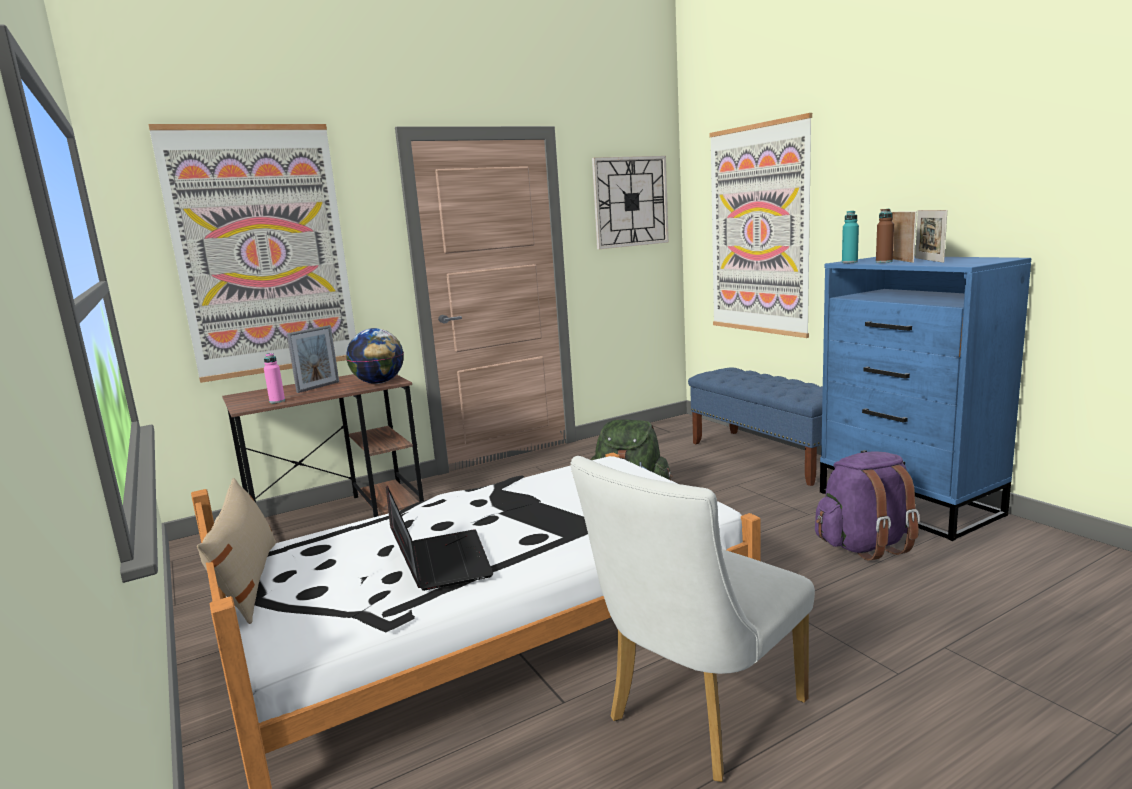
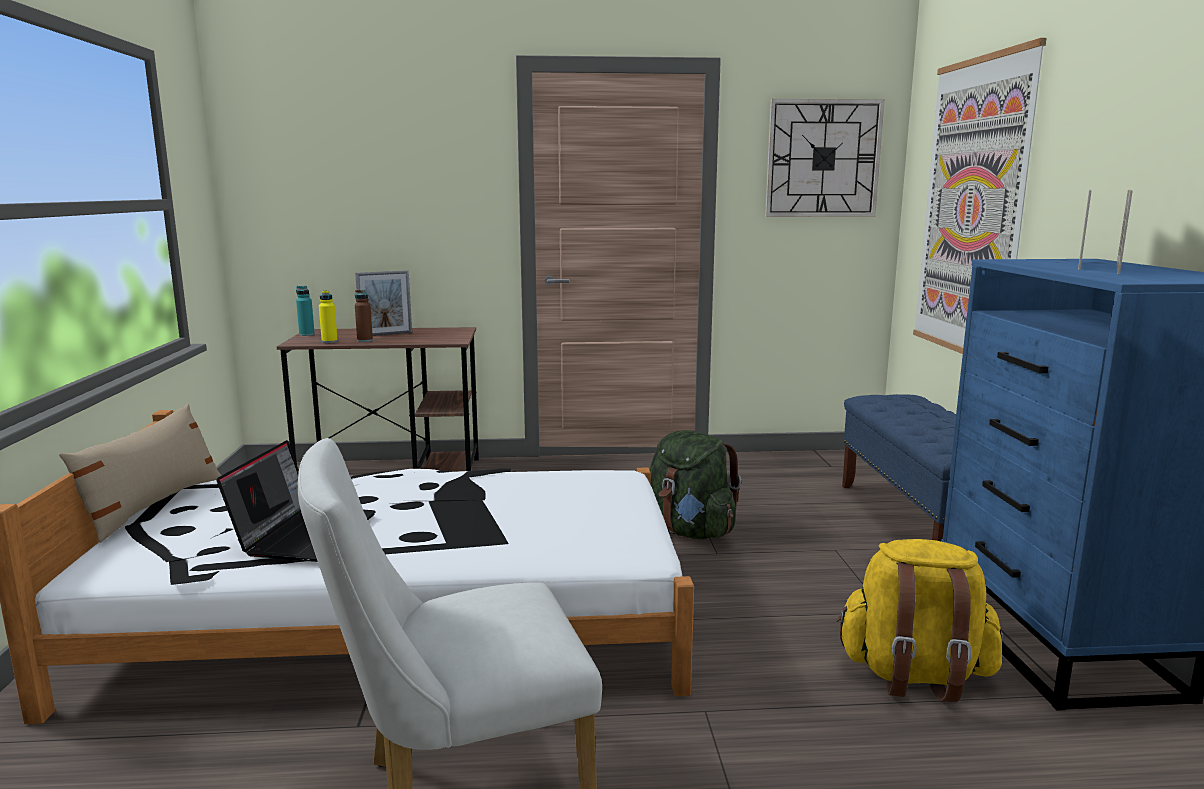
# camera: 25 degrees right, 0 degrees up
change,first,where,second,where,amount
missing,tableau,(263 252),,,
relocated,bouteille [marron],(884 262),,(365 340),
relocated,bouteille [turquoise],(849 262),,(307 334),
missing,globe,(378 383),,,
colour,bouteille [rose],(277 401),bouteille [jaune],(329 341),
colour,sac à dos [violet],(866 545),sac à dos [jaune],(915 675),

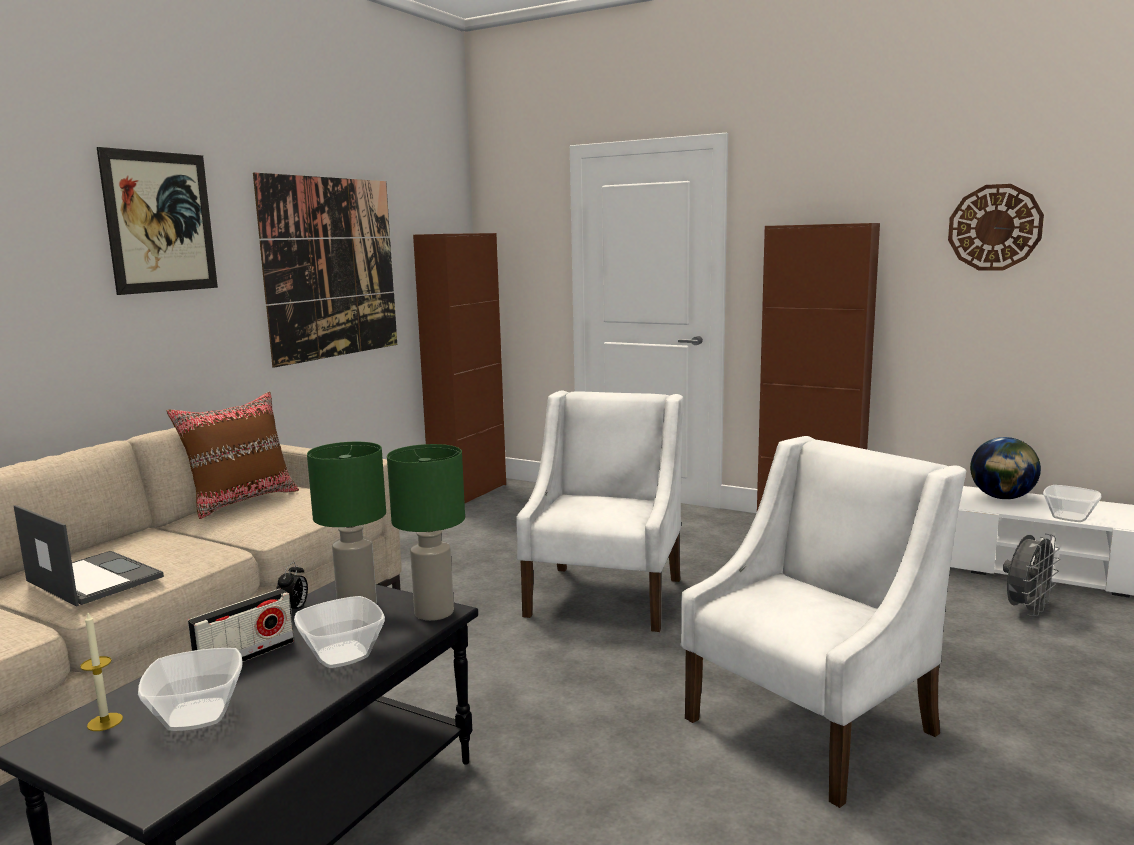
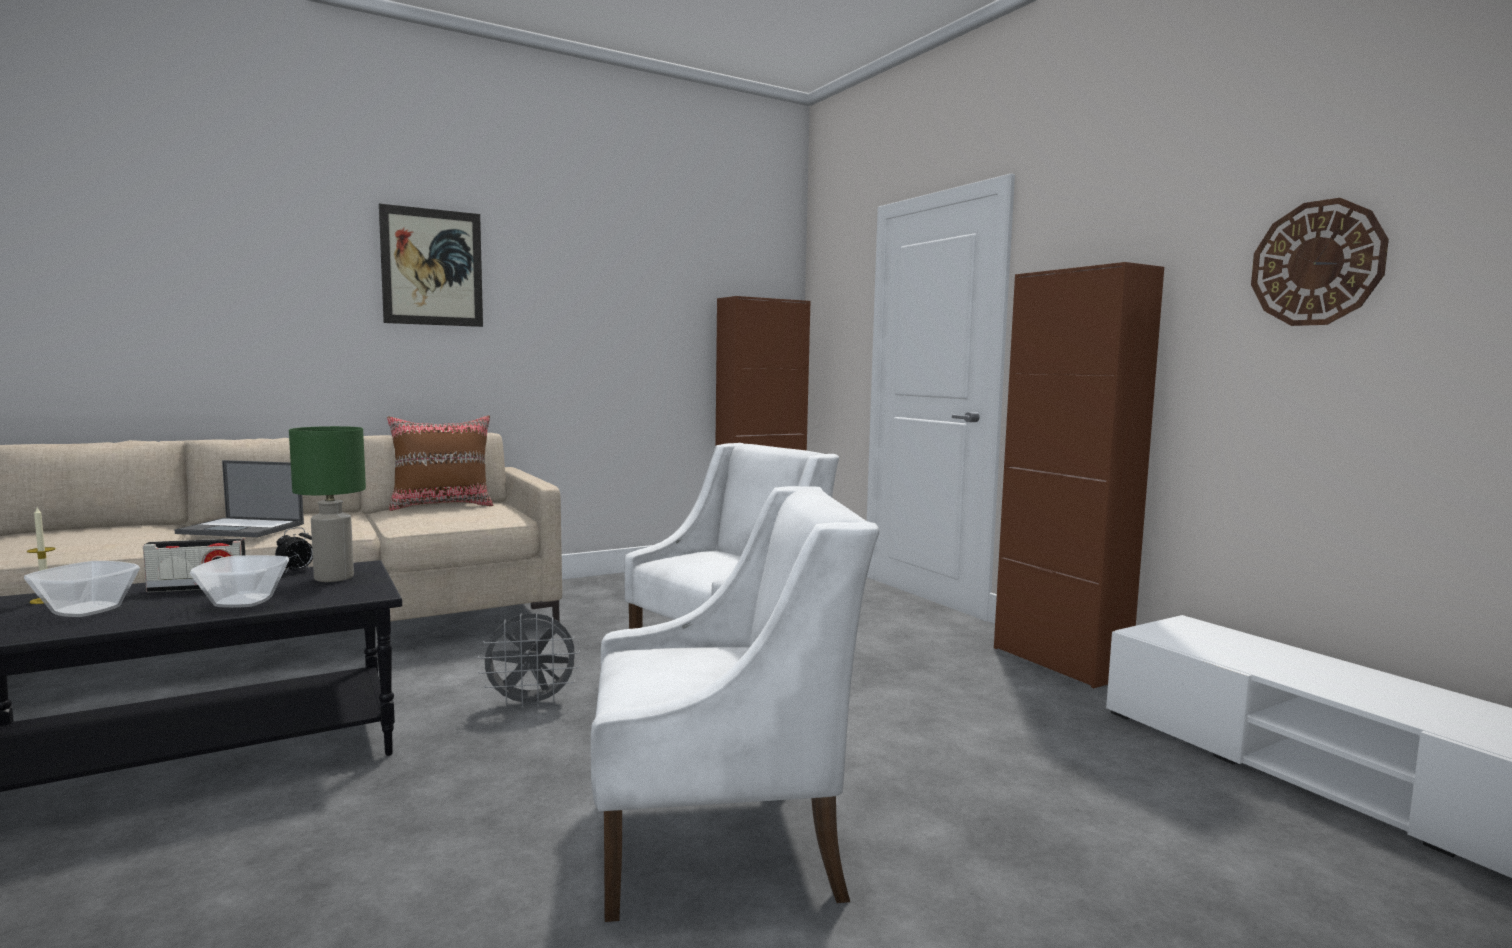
# camera: 30 degrees right, 5 degrees down
change,first,where,second,where,amount
missing,tableau,(332 268),,,
missing,globe,(1002 498),,,
missing,lampe de table [vert],(434 612),,,
missing,bol,(1068 516),,,
spun,ordinateur portable,(93 579),,(243 529),120 degrees clockwise
relocated,ventilateur [gris],(1026 610),,(532 703),

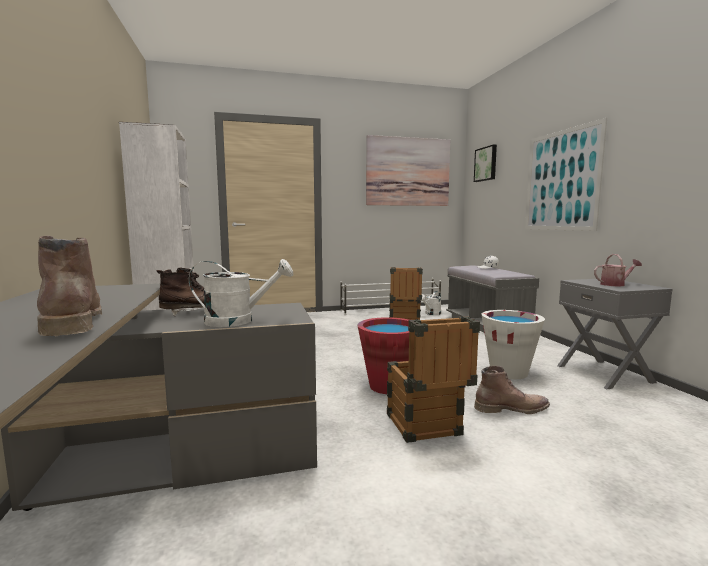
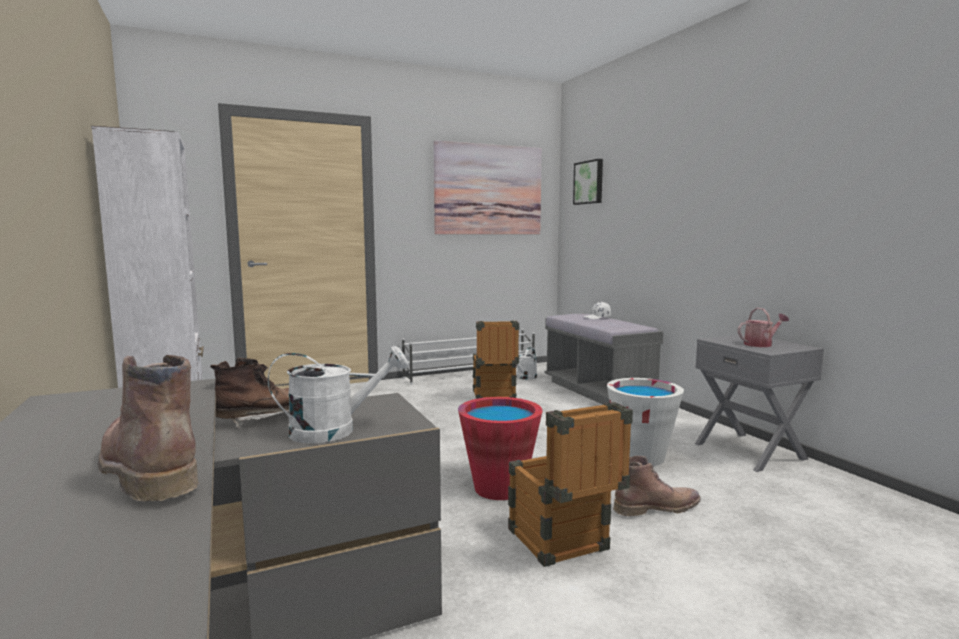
# camera: 10 degrees left, 0 degrees up
change,first,where,second,where,amount
missing,tableau,(561 180),,,

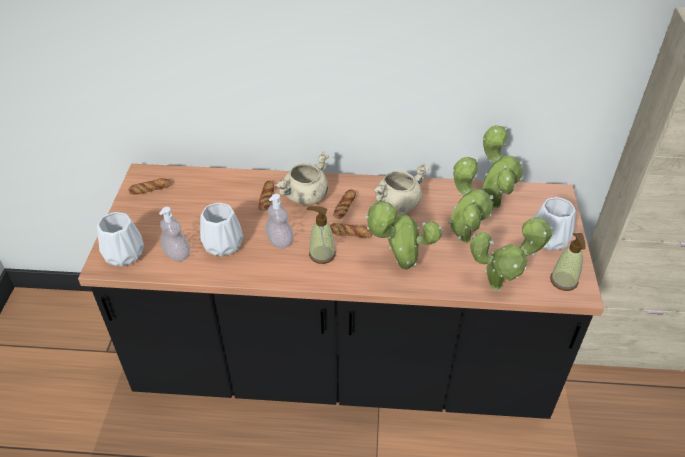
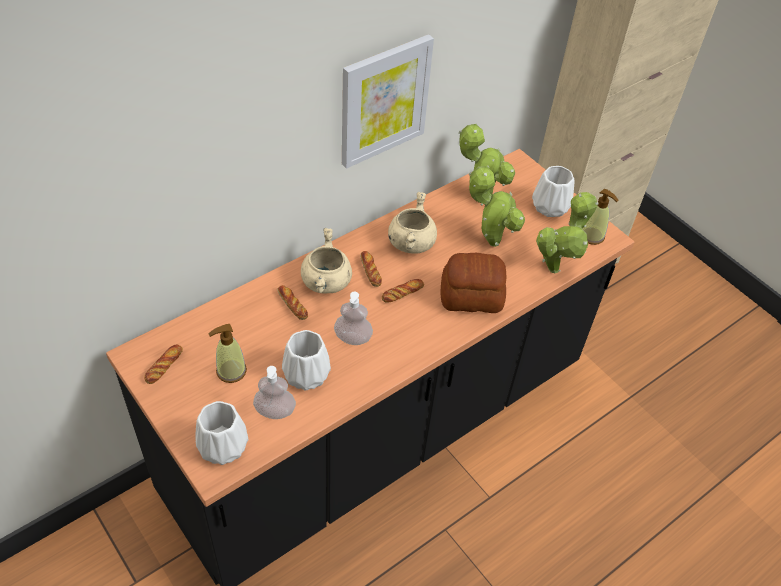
# camera: 45 degrees left, 5 degrees up
change,first,where,second,where,amount
exchanged,plante en pot,(400 266),pain,(472 297),
relocated,distributeur de savon,(322 254),,(231 371),
appeared,,,tableau,(383 100),

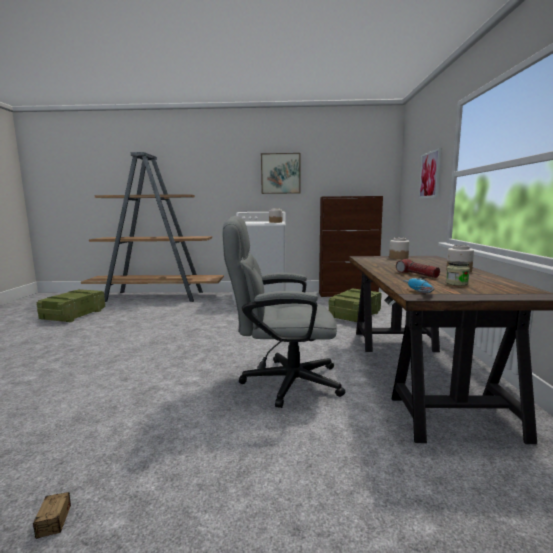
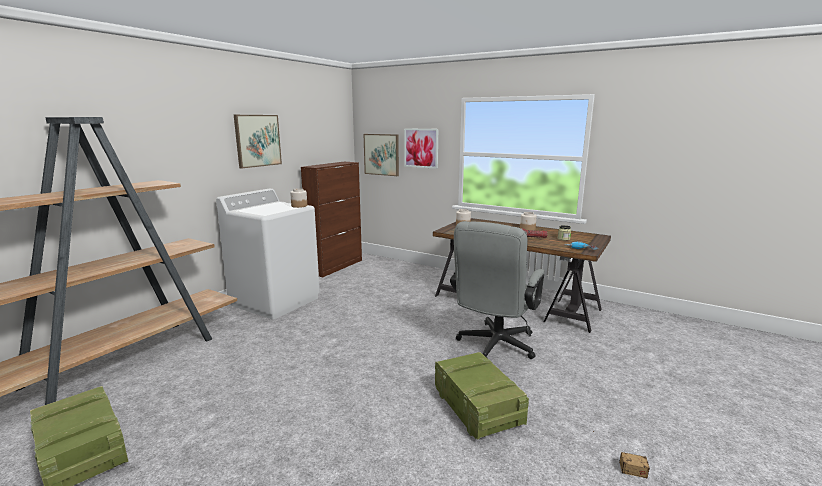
# camera: 60 degrees left, 5 degrees up
change,first,where,second,where,amount
relocated,caisse,(355 315),,(478 408),
appeared,,,tableau,(381 154),

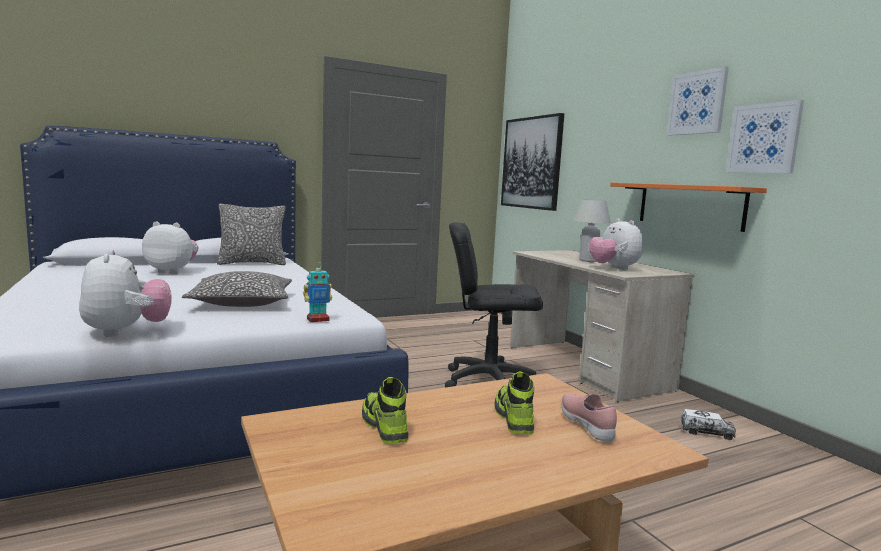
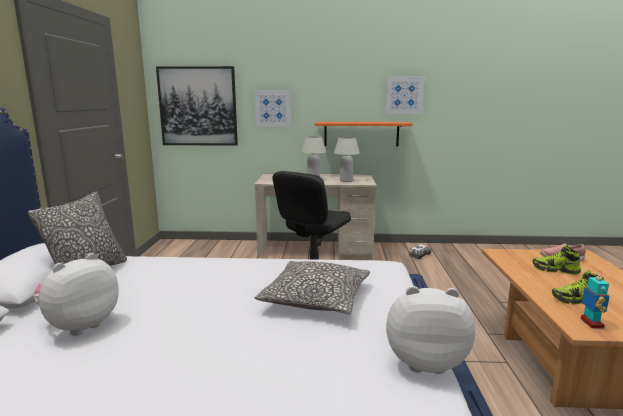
# camera: 60 degrees left, 5 degrees up
change,first,where,second,where,amount
relocated,tableau,(697 103),,(273 108),
exchanged,peluche,(613 268),lampe de table [blanc],(346 181),
relocated,robot jouet,(318 320),,(591 323),

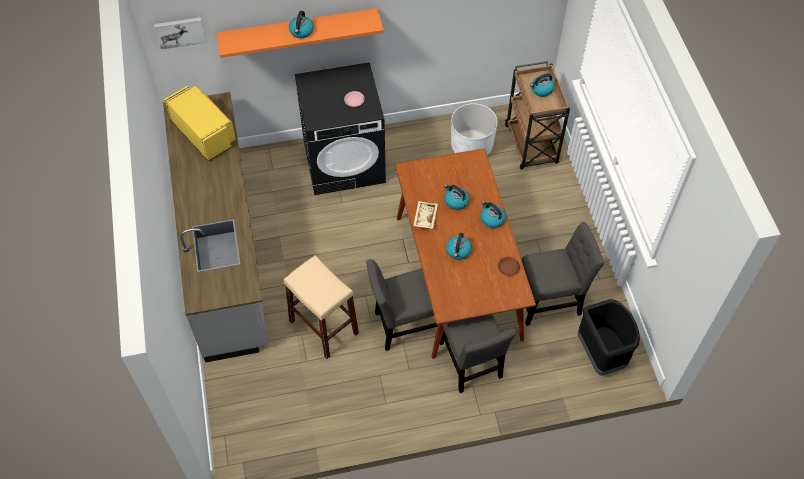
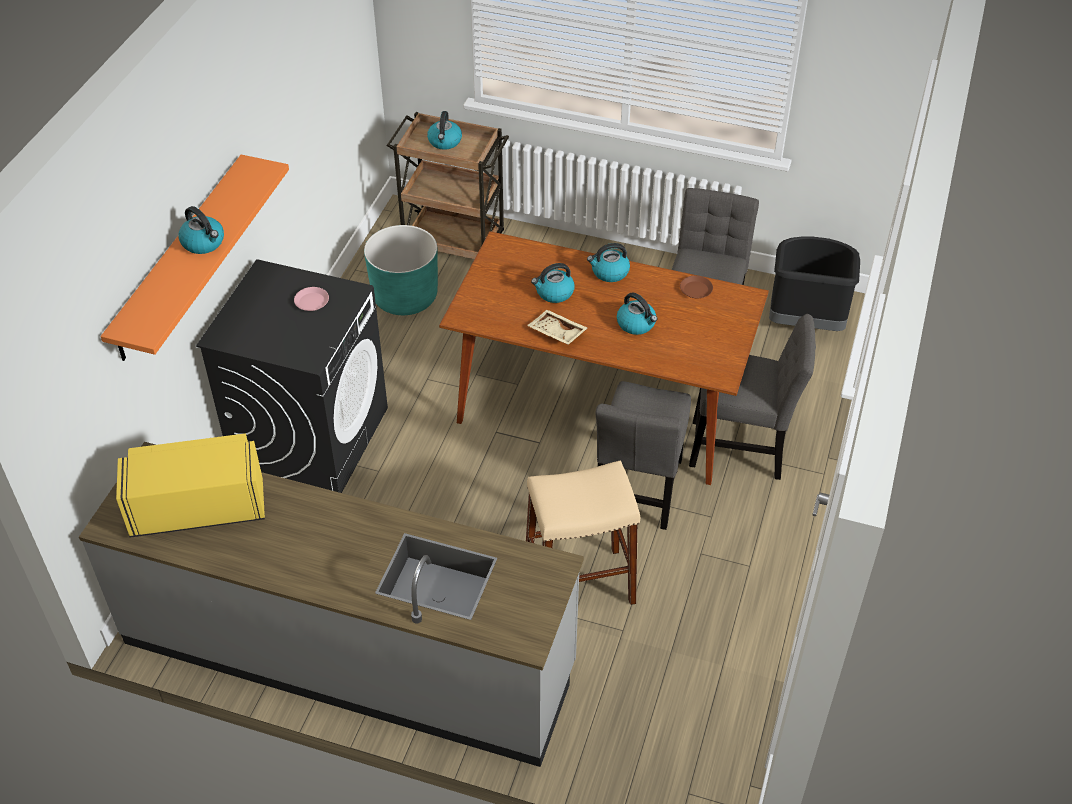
# camera: 60 degrees left, 10 degrees down
change,first,where,second,where,amount
missing,tableau,(180 31),,,
colour,cache-pot [blanc],(471 147),cache-pot [turquoise],(405 297),

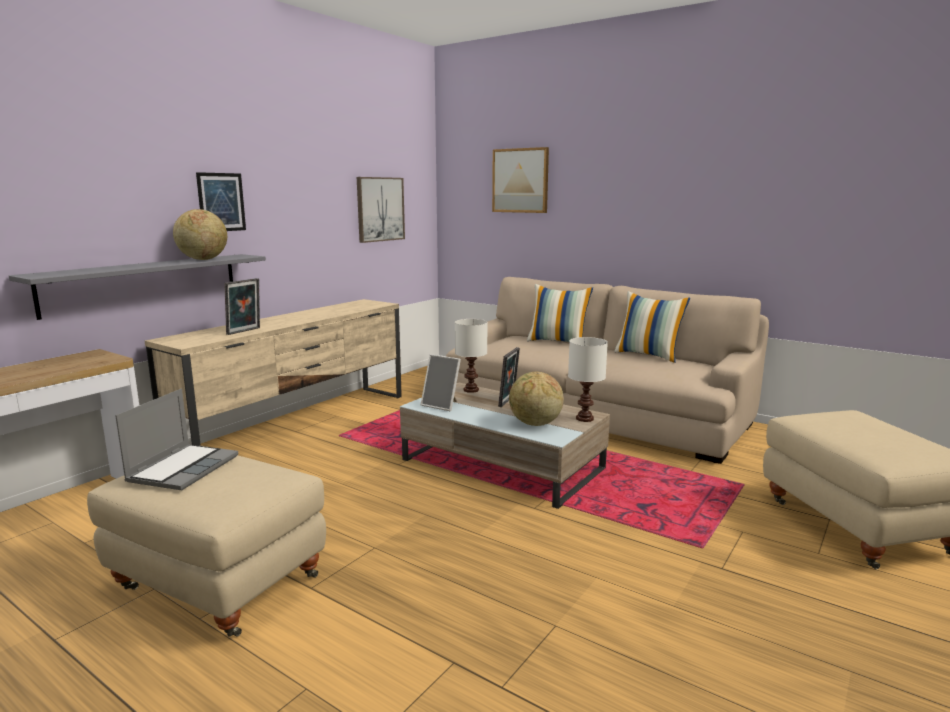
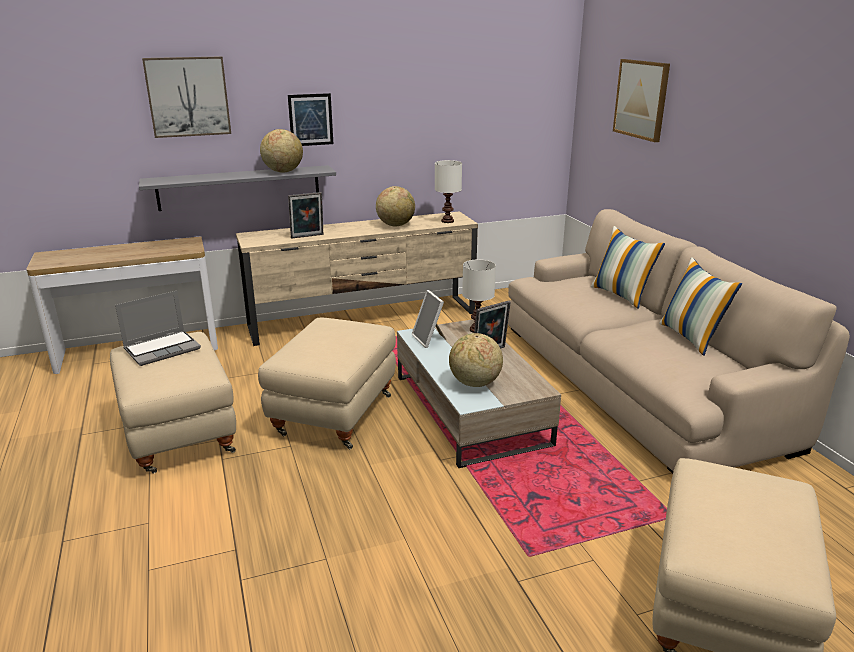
# camera: 35 degrees right, 10 degrees up
change,first,where,second,where,amount
relocated,tableau,(380 209),,(188 97),
relocated,lampe de table [blanc],(584 418),,(447 221),
appeared,,,globe,(395 225),
appeared,,,pouf [beige],(333 413),

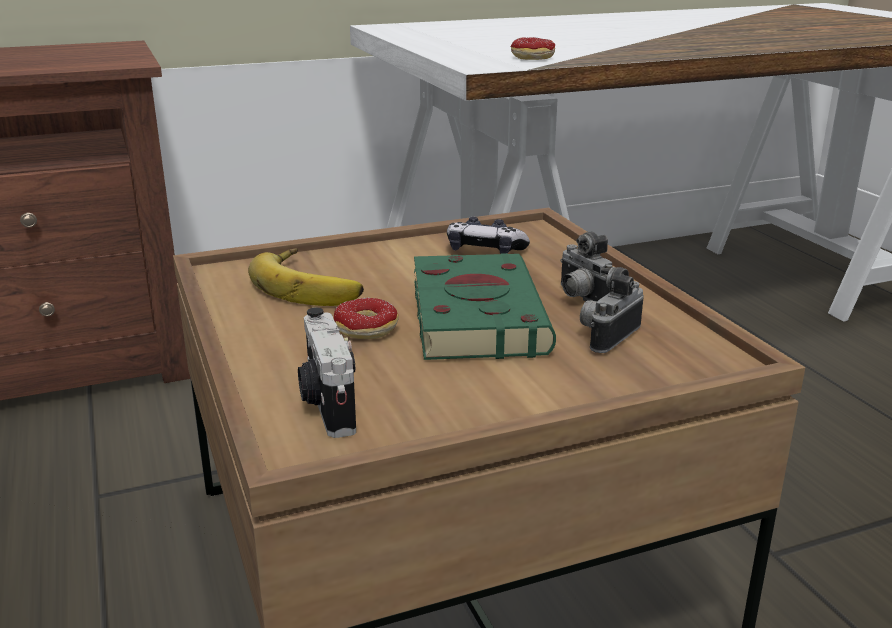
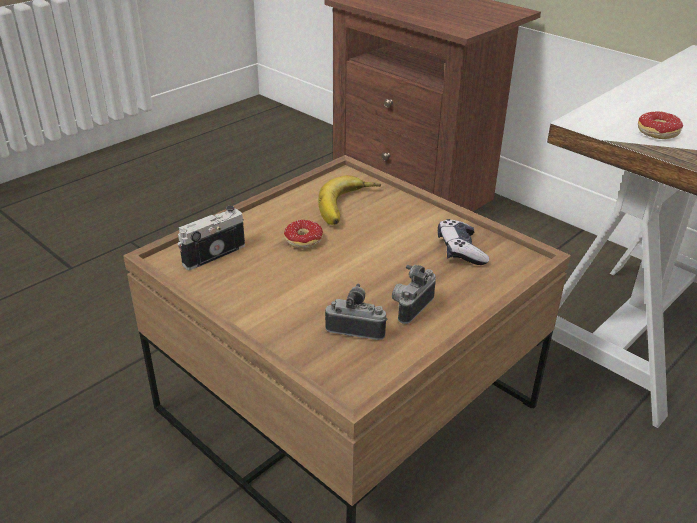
# camera: 65 degrees right, 10 degrees up
change,first,where,second,where,amount
missing,livre [vert],(475 314),,,

